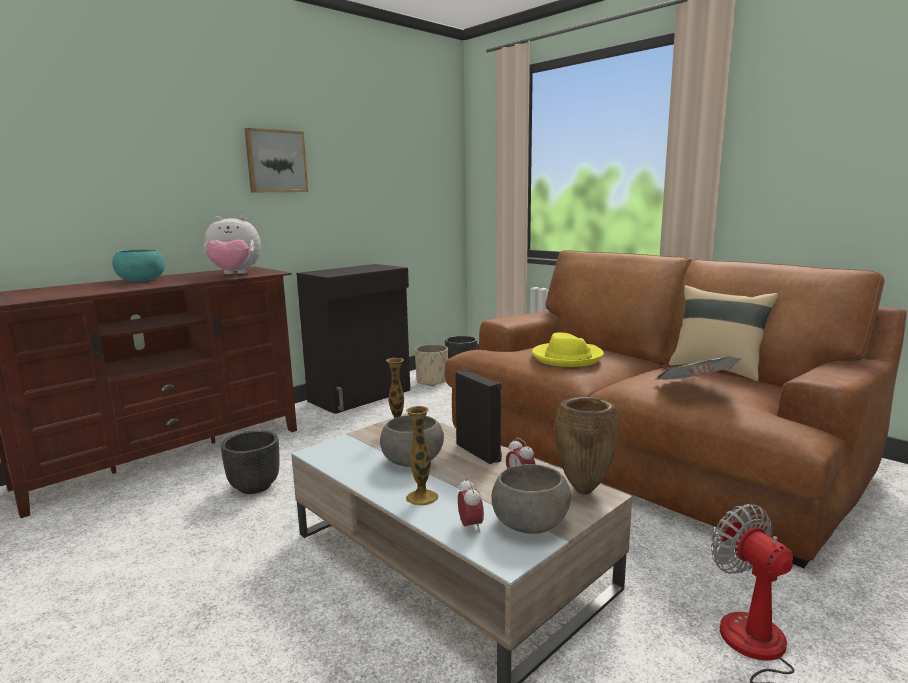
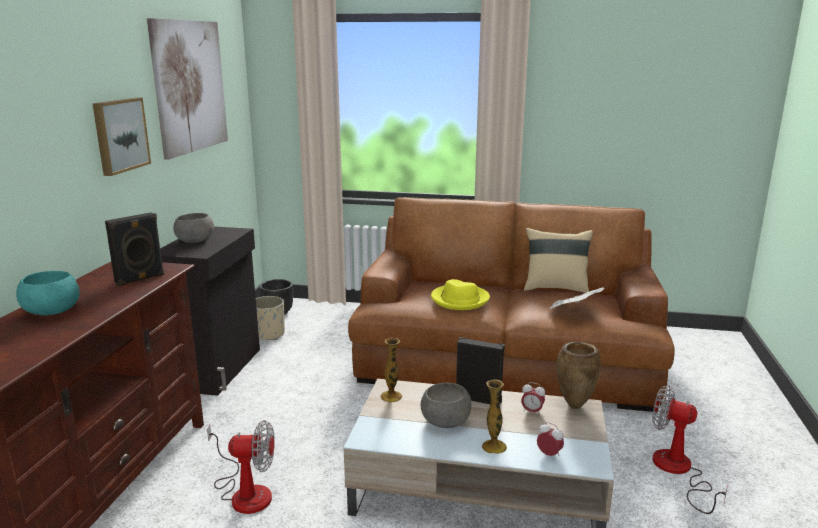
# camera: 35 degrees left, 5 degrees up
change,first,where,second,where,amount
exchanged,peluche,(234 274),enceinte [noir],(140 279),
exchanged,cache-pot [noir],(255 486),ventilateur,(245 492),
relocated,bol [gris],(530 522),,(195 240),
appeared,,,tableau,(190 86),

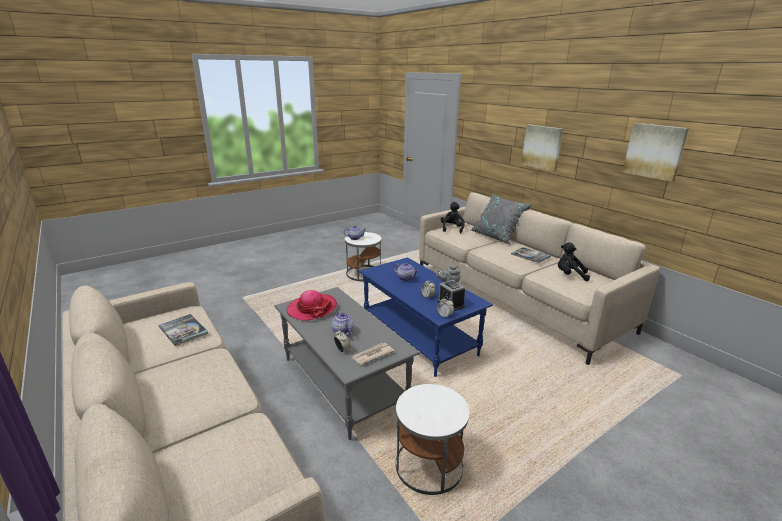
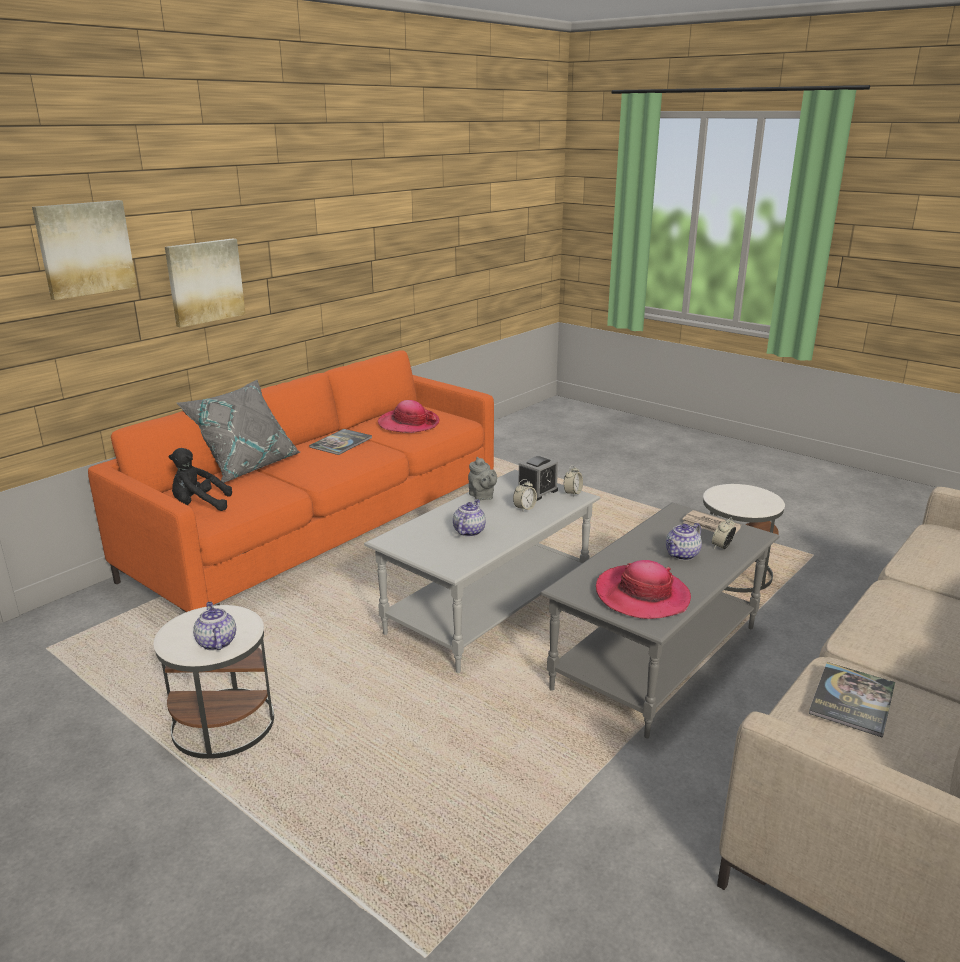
# camera: 105 degrees left, 0 degrees up
change,first,where,second,where,amount
relocated,tableau,(654 151),,(85 248),
colour,canapé [beige],(514 298),canapé [orange],(323 533),
exchanged,peluche [noir],(570 275),chapeau,(408 423),
colour,table basse [bleu],(419 336),table basse [gris],(488 607),

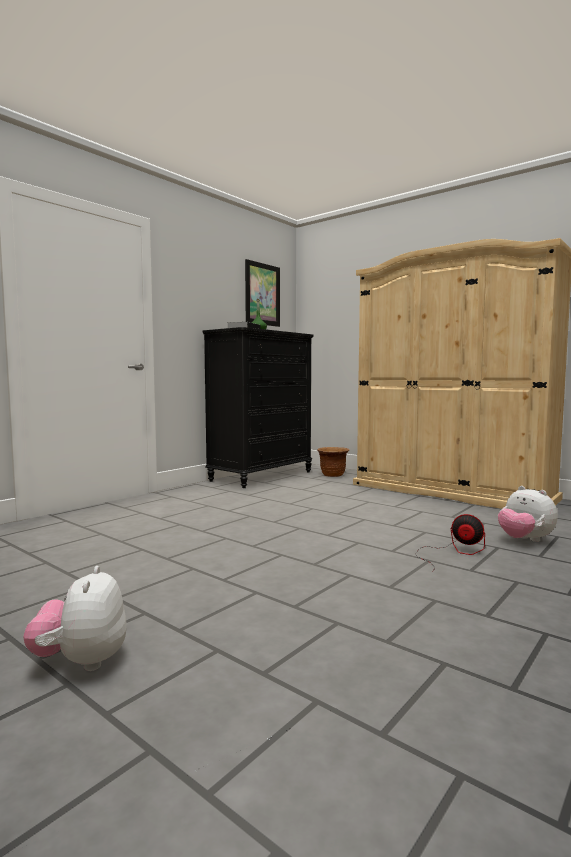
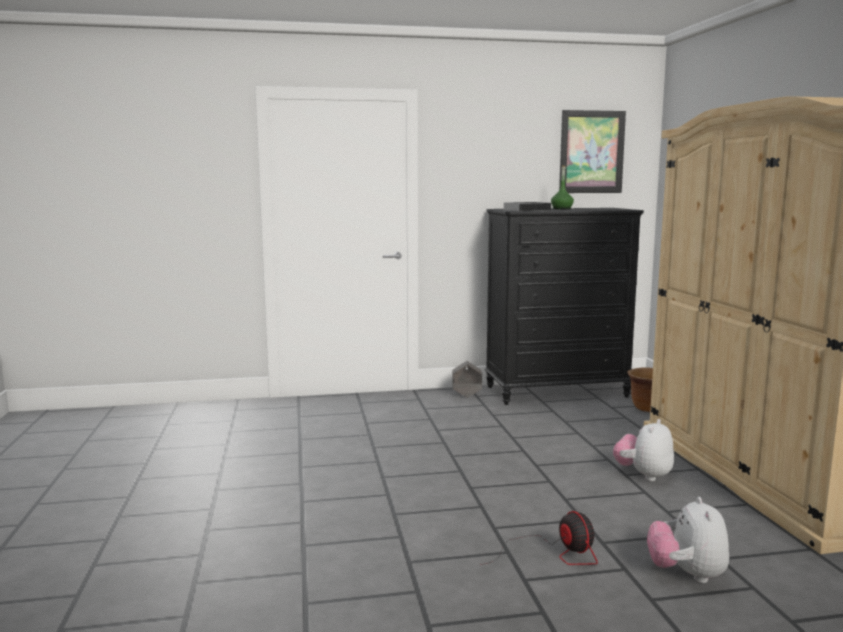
# camera: 40 degrees right, 5 degrees up
change,first,where,second,where,amount
relocated,peluche,(81 662),,(643 475),
appeared,,,cache-pot [gris],(466 395),

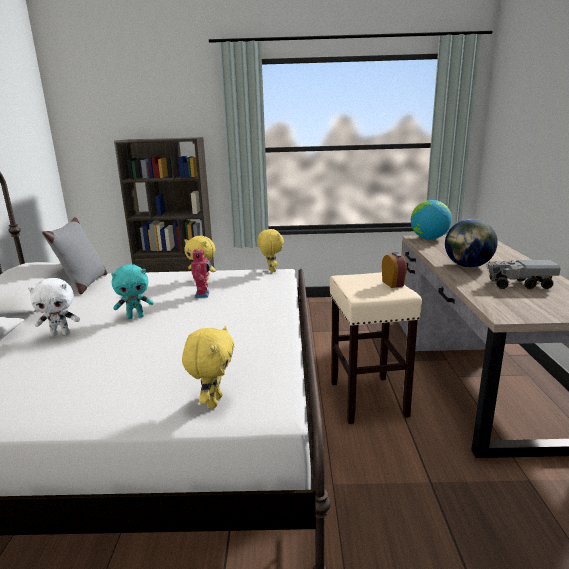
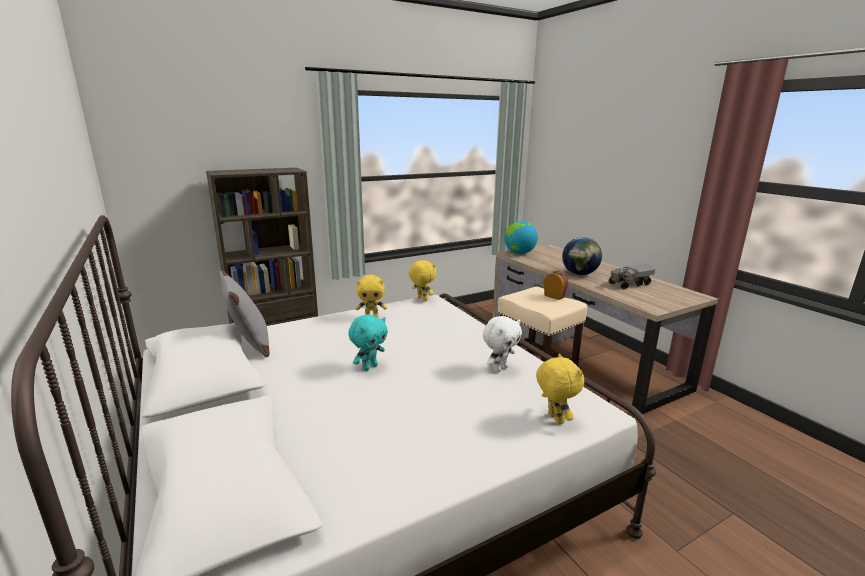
# camera: 30 degrees left, 0 degrees up
change,first,where,second,where,amount
missing,robot jouet,(203 295),,,
relocated,peluche [blanc],(61 334),,(500 368),

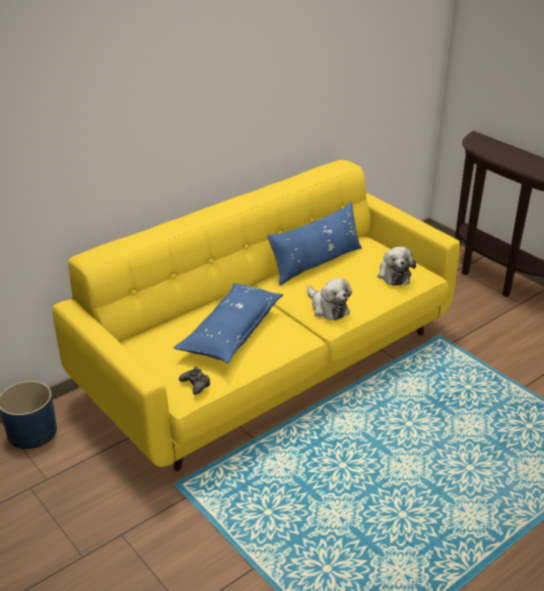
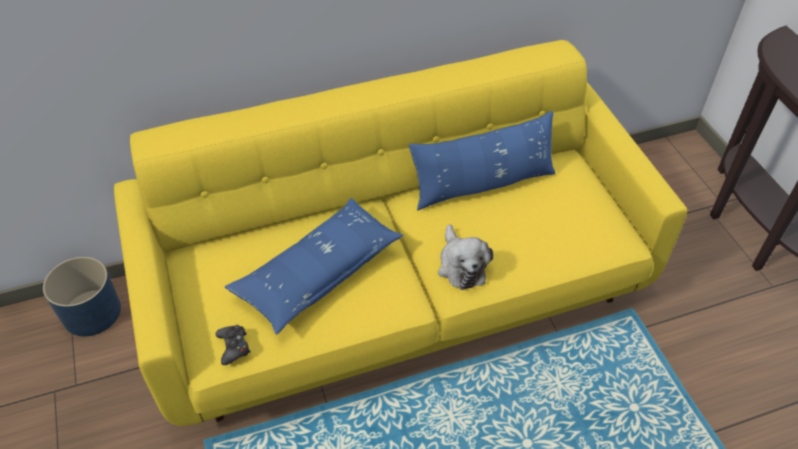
# camera: 20 degrees right, 15 degrees up
change,first,where,second,where,amount
missing,peluche,(393 274),,,

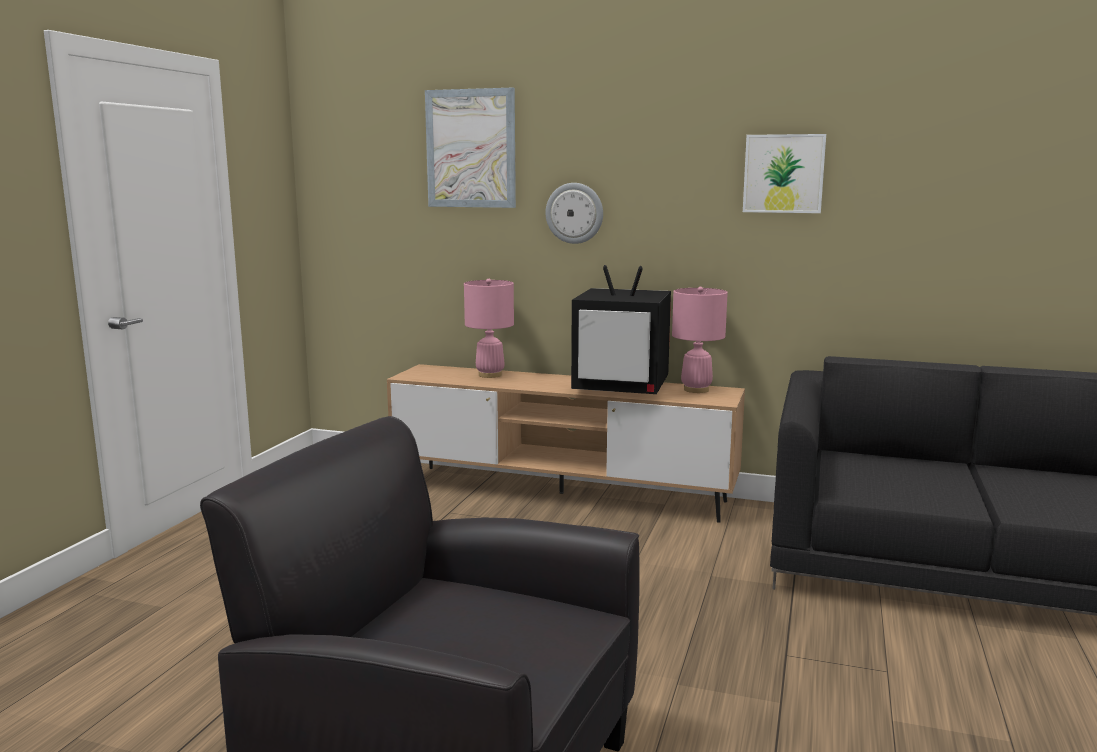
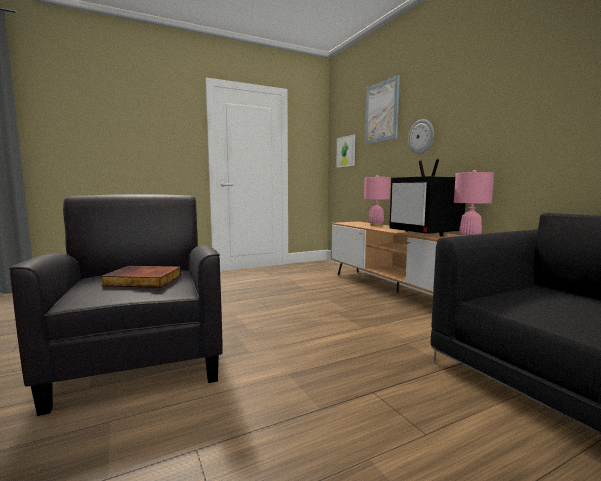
# camera: 45 degrees right, 5 degrees down
change,first,where,second,where,amount
relocated,tableau,(783 173),,(346 151),
appeared,,,livre,(142 280),

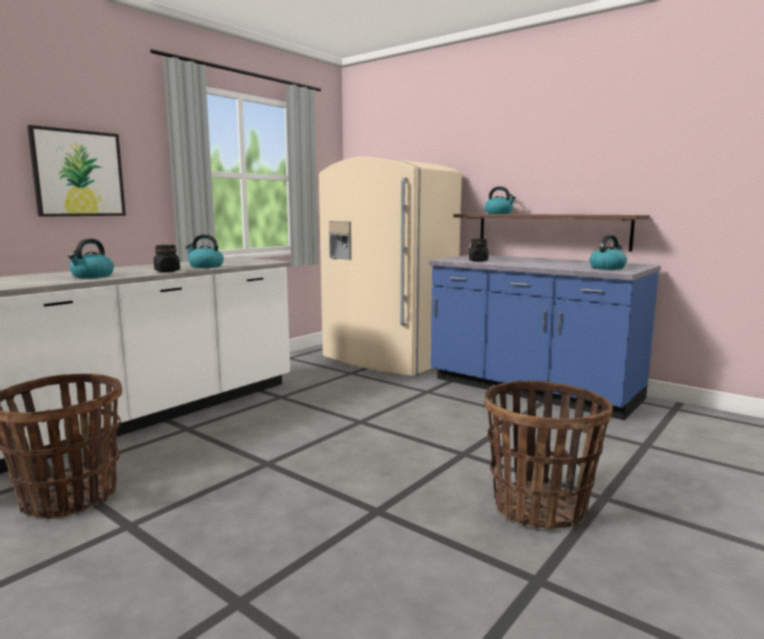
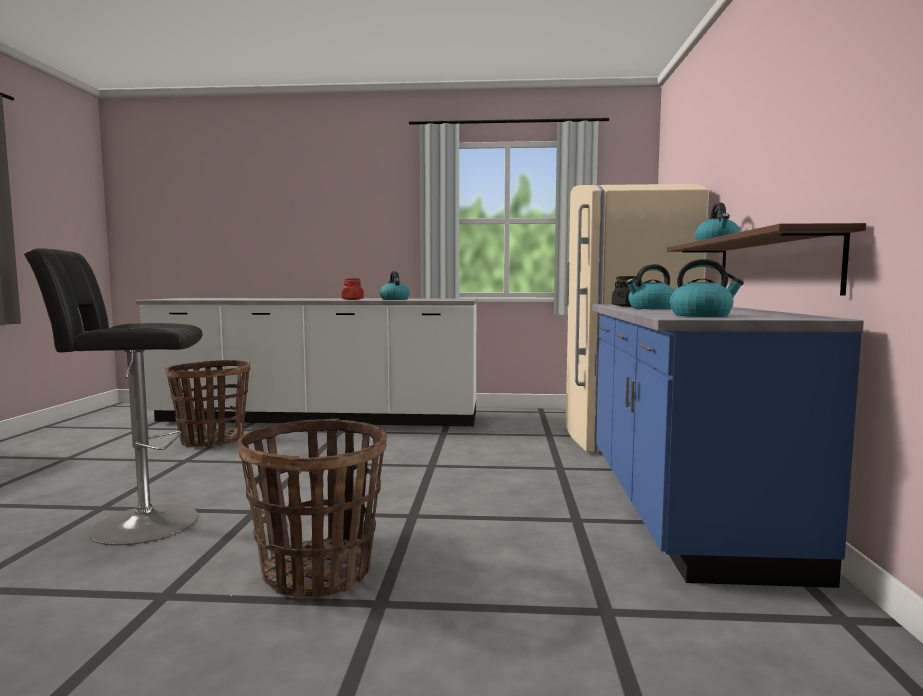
# camera: 55 degrees right, 5 degrees down
change,first,where,second,where,amount
missing,tableau,(78 173),,,
relocated,bouilloire,(92 276),,(651 308),
colour,bocal [noir],(167 271),bocal [rouge],(352 299),
appeared,,,tabouret [noir],(136 524),

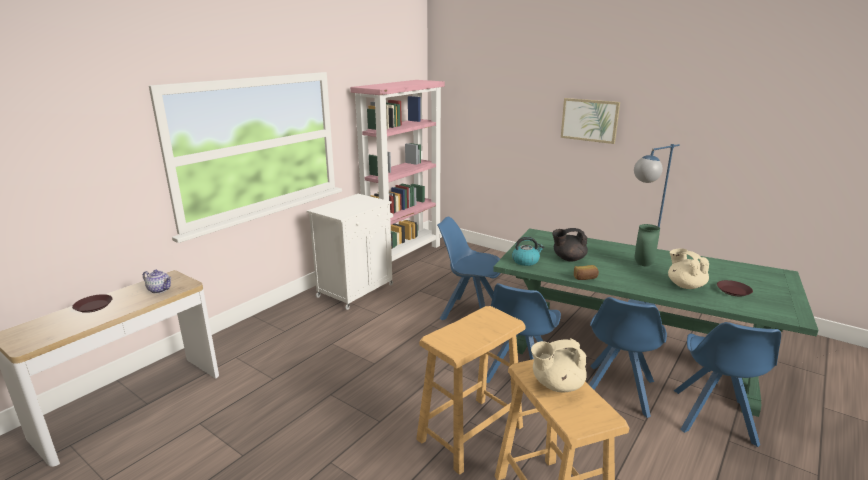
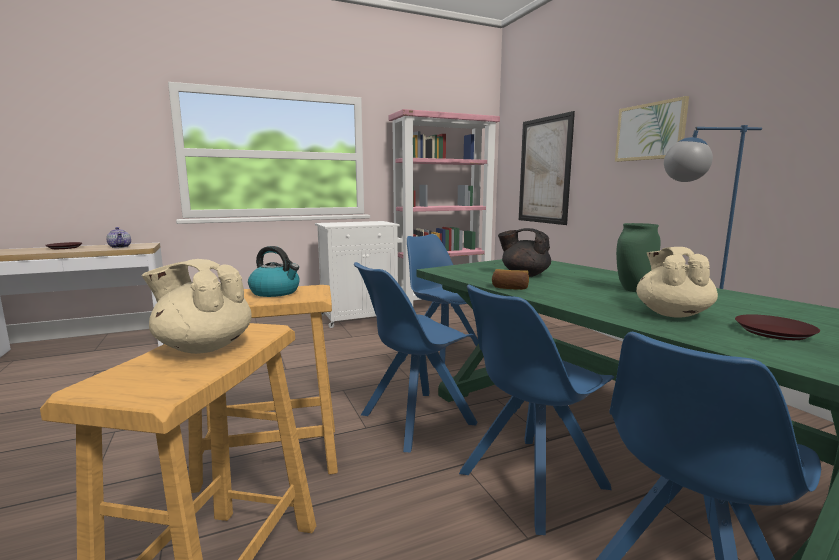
# camera: 30 degrees right, 10 degrees down
change,first,where,second,where,amount
relocated,bouilloire,(526 261),,(276 292),
appeared,,,tableau,(544 170),

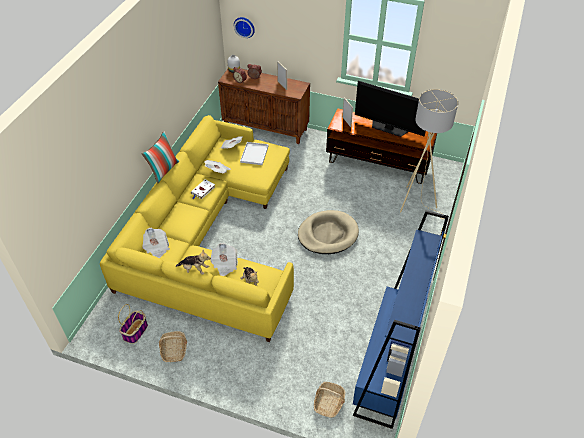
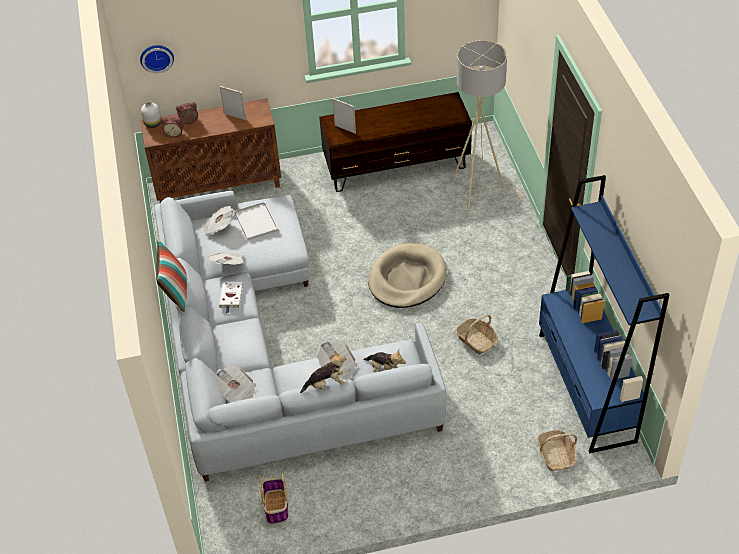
# camera: 30 degrees left, 0 degrees up
change,first,where,second,where,amount
missing,téléviseur,(388 128),,,
colour,canapé [jaune],(210 235),canapé [gris],(267 351),
relocated,panier,(174 350),,(476 340),

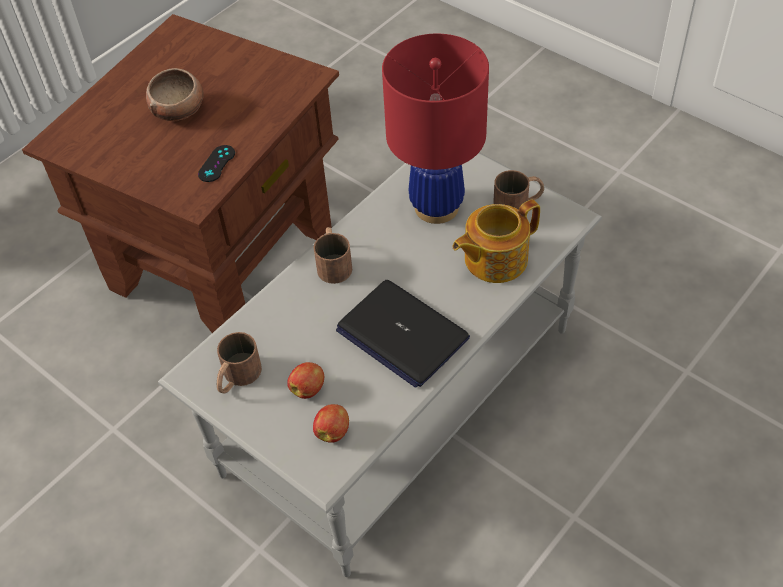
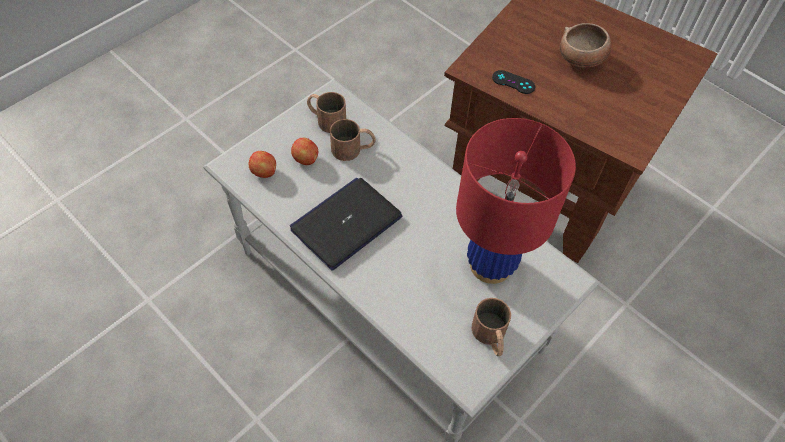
# camera: 90 degrees right, 5 degrees up
change,first,where,second,where,amount
missing,théière,(494 259),,,
relocated,mug [marron],(333 262),,(353 149),

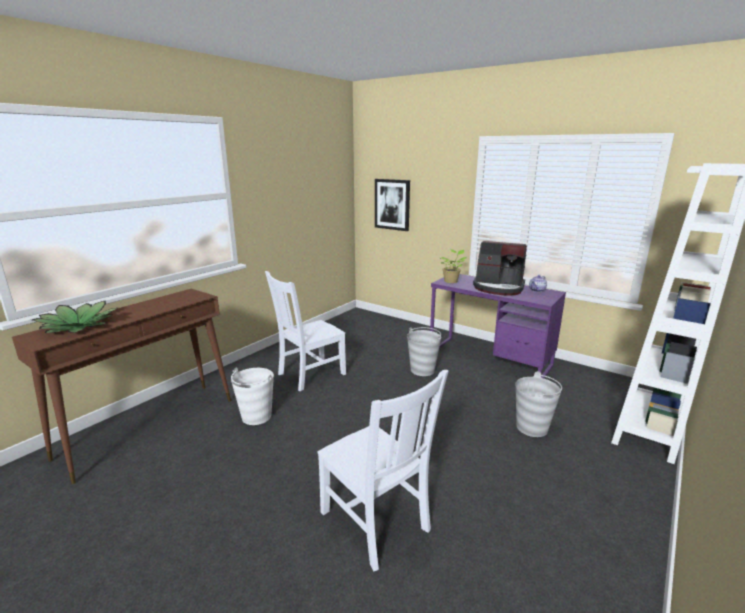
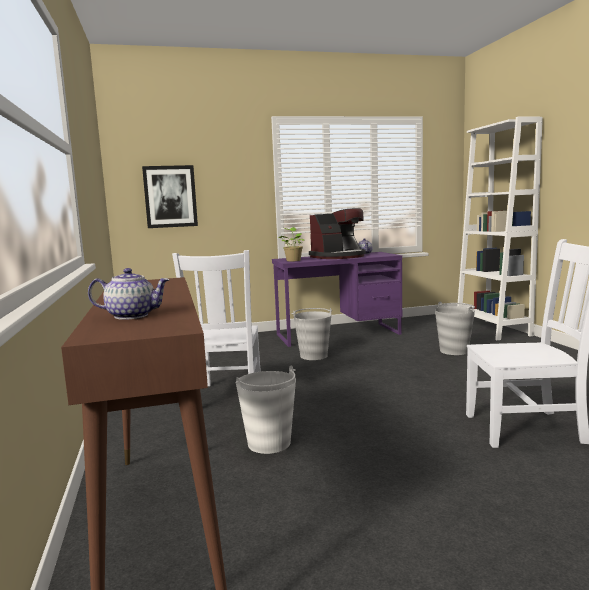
# camera: 50 degrees left, 10 degrees down
change,first,where,second,where,amount
exchanged,plante en pot,(79 326),théière,(132 315),

